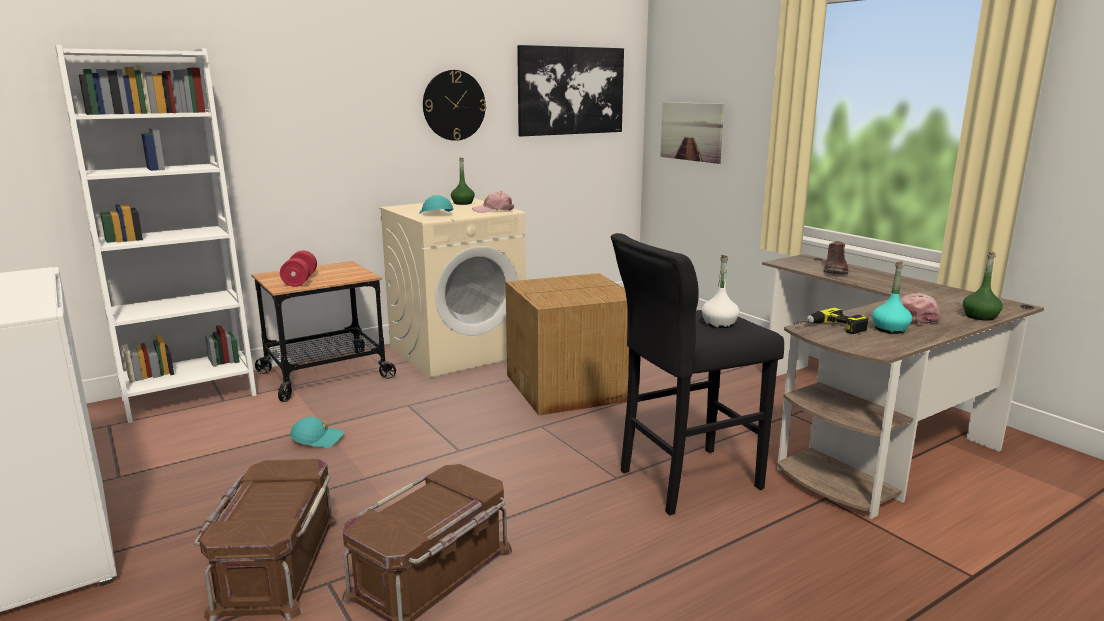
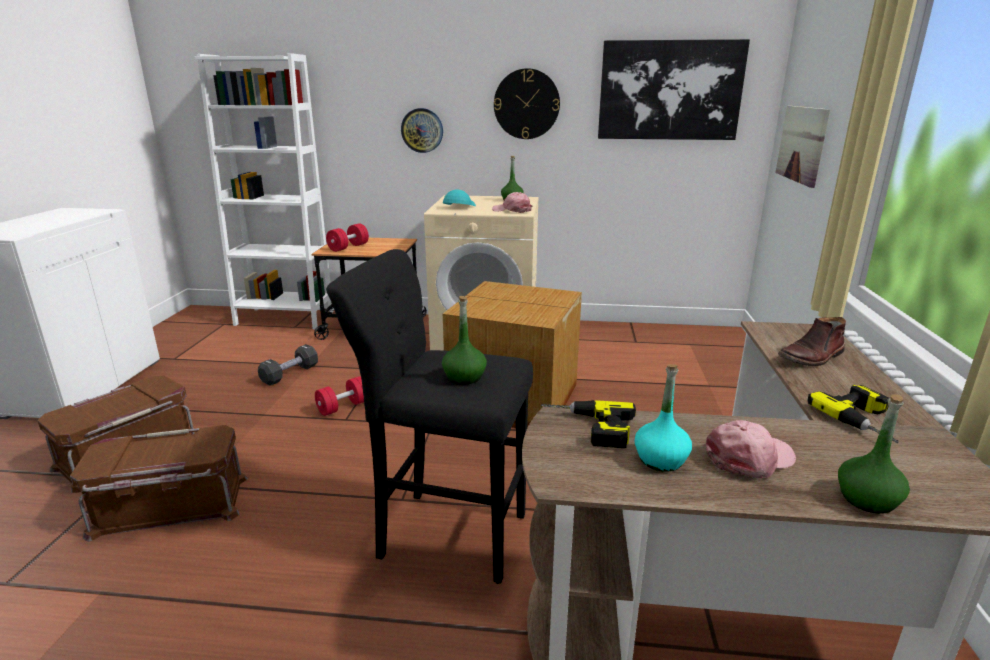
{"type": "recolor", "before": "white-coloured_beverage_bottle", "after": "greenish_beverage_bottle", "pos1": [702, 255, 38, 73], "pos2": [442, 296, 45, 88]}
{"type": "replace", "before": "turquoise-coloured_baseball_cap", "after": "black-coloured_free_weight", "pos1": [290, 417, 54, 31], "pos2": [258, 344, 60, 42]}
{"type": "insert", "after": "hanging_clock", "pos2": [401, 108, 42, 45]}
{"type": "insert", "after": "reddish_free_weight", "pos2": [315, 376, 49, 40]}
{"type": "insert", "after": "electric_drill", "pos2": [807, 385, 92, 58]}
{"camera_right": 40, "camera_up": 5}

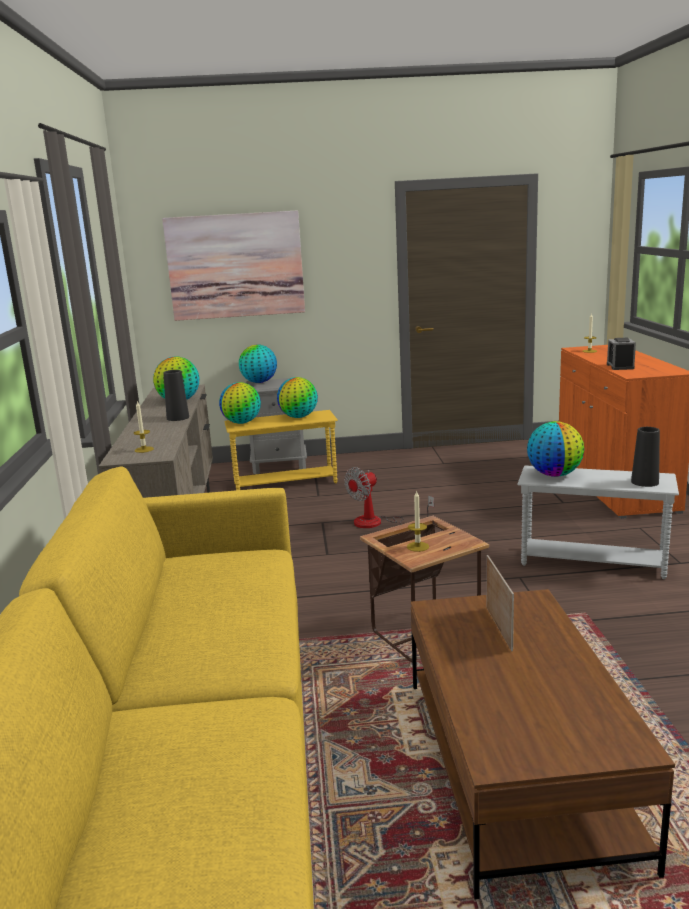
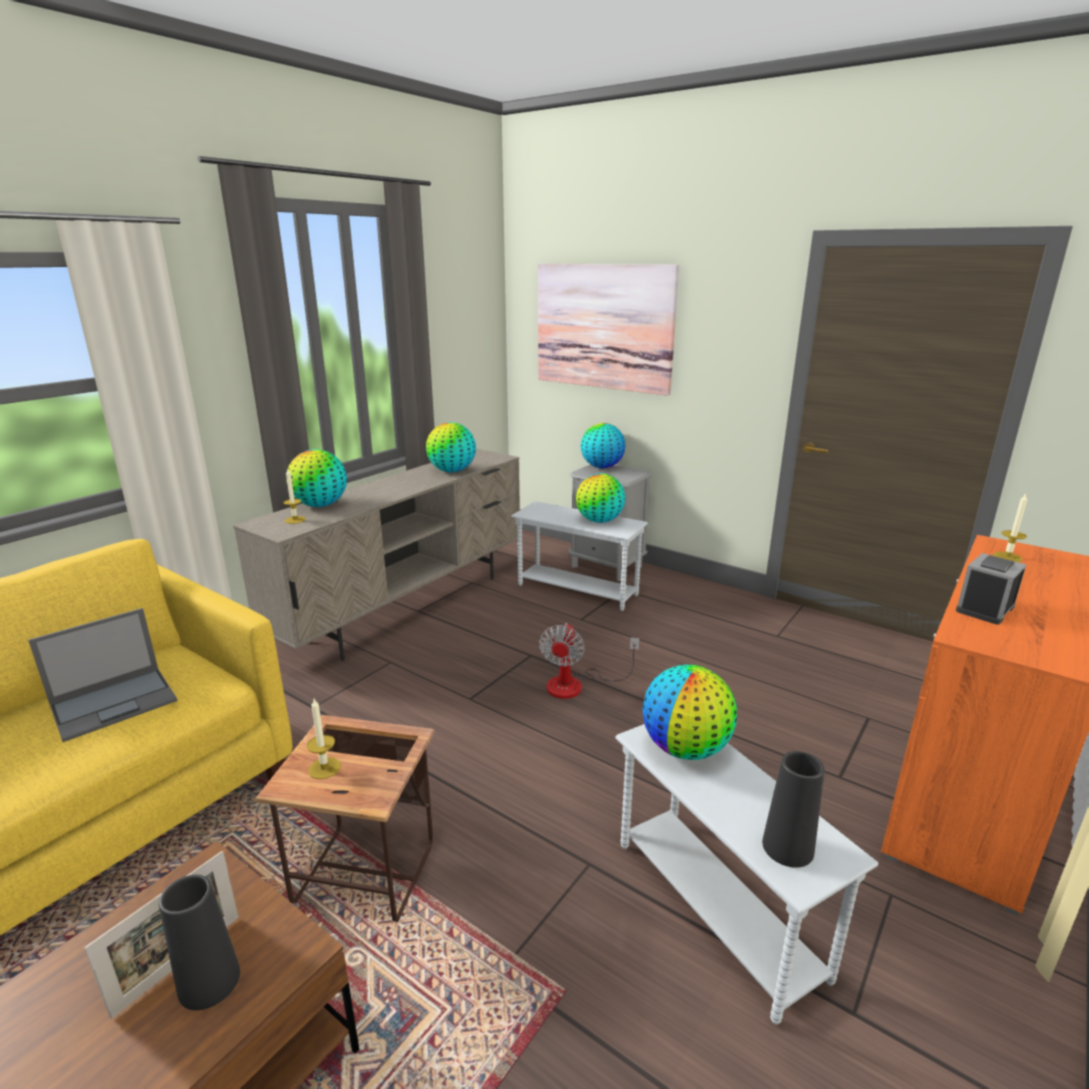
{"type": "move", "before": "black-coloured_flower_vase", "pos1": [163, 370, 26, 51], "pos2": [159, 875, 81, 135]}
{"type": "move", "before": "desk_globe", "pos1": [219, 382, 42, 42], "pos2": [288, 449, 59, 58]}
{"type": "recolor", "before": "yellow-coloured_side_table", "after": "white-coloured_side_table", "pos1": [225, 410, 113, 80], "pos2": [511, 501, 137, 110]}
{"type": "rotate", "before": "cooling_fan", "pos1": [344, 467, 90, 61], "pos2": [539, 623, 101, 76], "turn": -75}
{"type": "insert", "after": "notebook_computer", "pos2": [28, 608, 149, 134]}
{"camera_right": 40, "camera_up": 5}

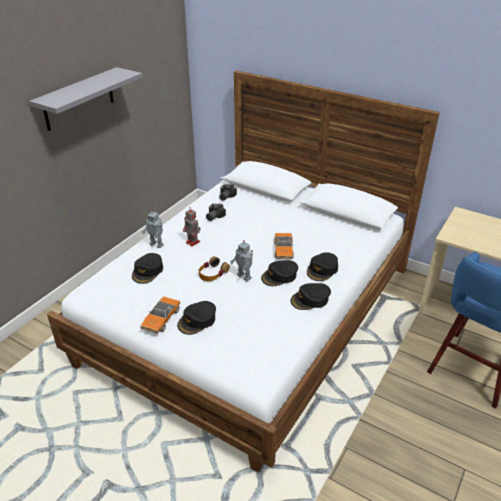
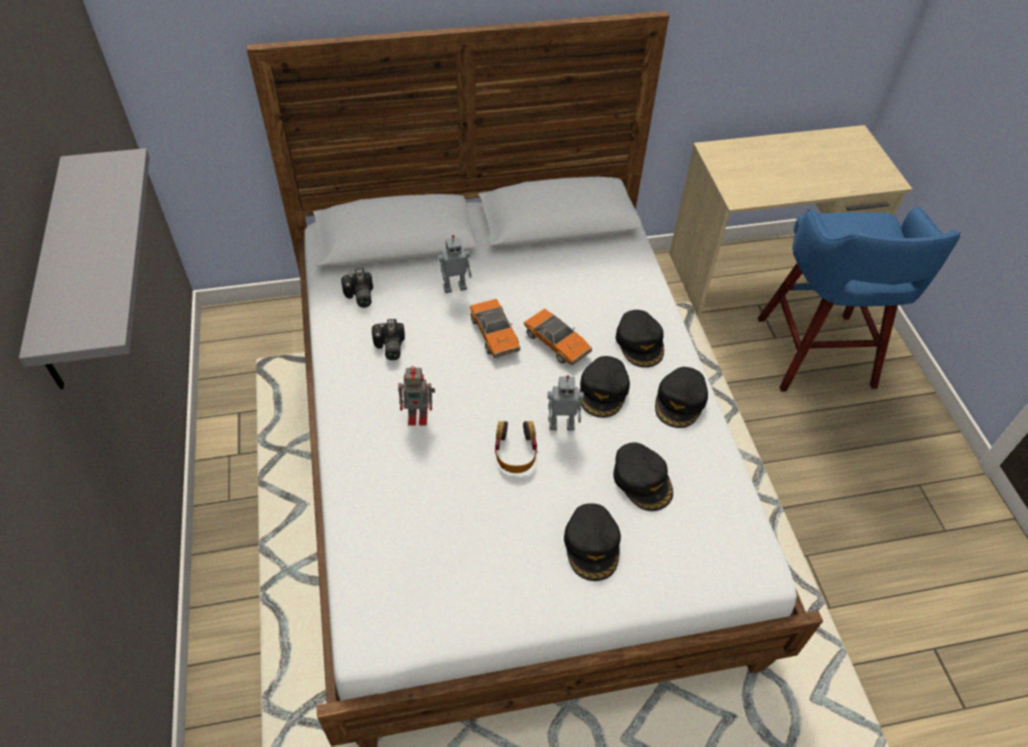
{"type": "move", "before": "robot_figure", "pos1": [142, 209, 22, 39], "pos2": [438, 235, 34, 58]}
{"type": "move", "before": "black-coloured_baseball_cap", "pos1": [132, 253, 31, 31], "pos2": [613, 442, 60, 69]}
{"type": "move", "before": "model_car", "pos1": [141, 297, 39, 37], "pos2": [470, 299, 51, 59]}
{"camera_right": -45, "camera_up": 15}

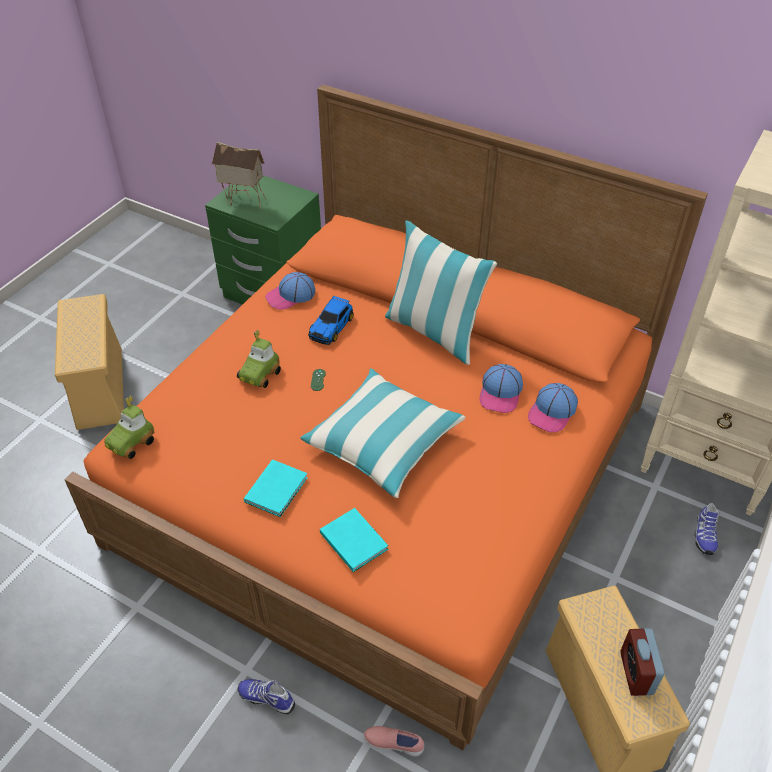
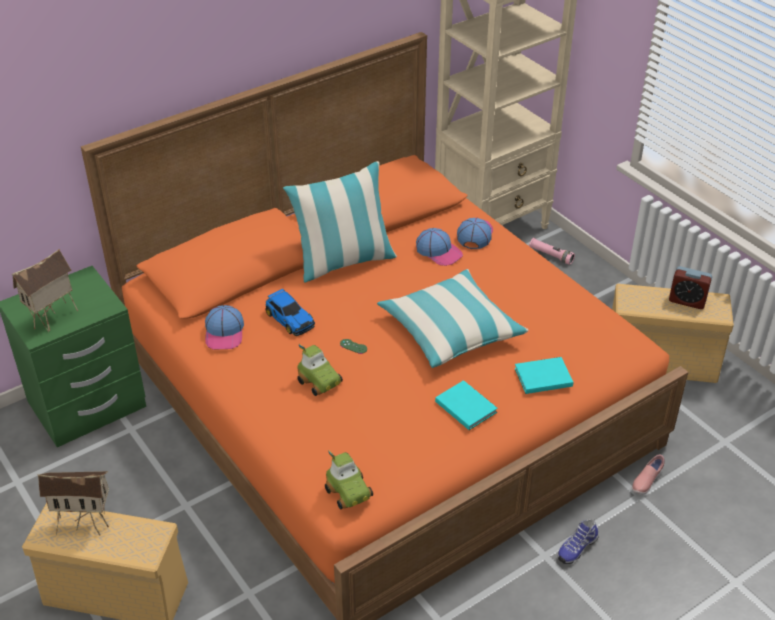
{"type": "rotate", "before": "baseball_cap", "pos1": [528, 383, 50, 49], "pos2": [457, 218, 36, 31], "turn": -135}
{"type": "replace", "before": "low_shoe", "after": "pinkish_hand_torch", "pos1": [695, 503, 24, 52], "pos2": [529, 238, 46, 27]}
{"type": "insert", "after": "toy_house", "pos2": [37, 471, 72, 64]}
{"camera_right": -65, "camera_up": -5}

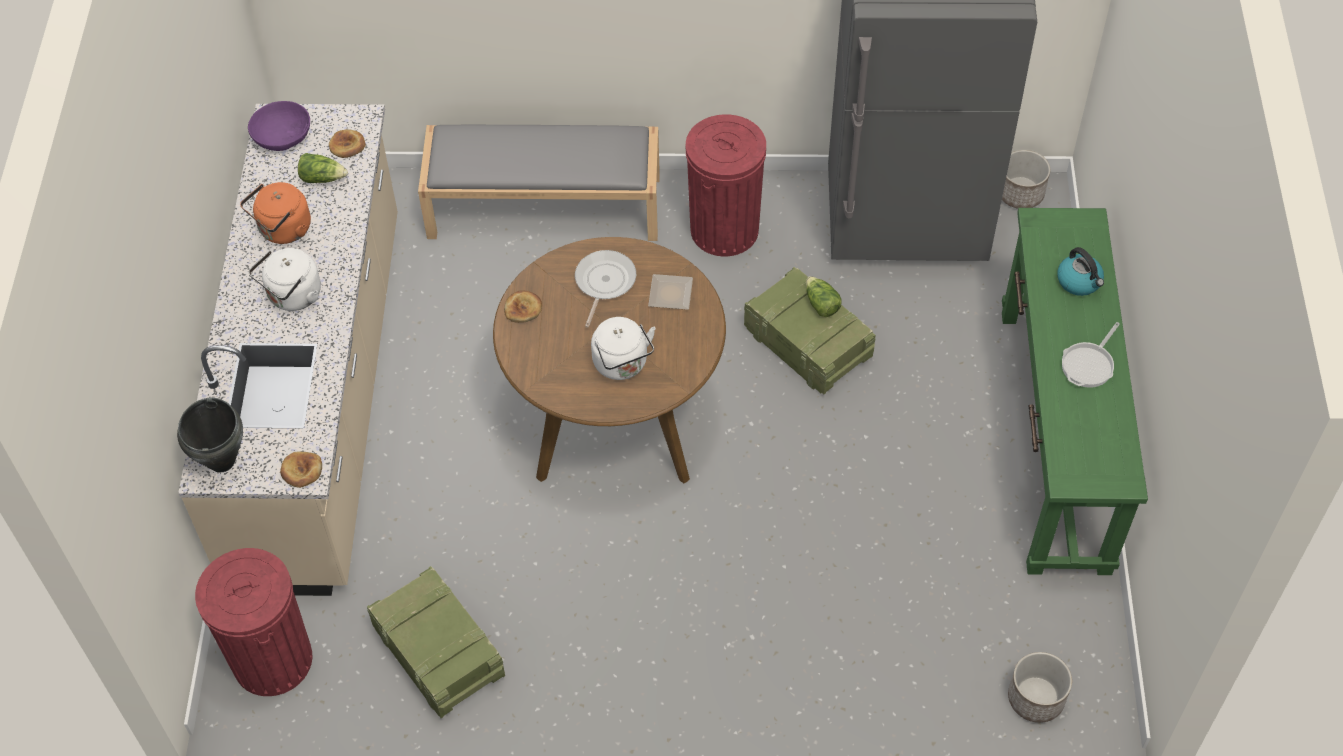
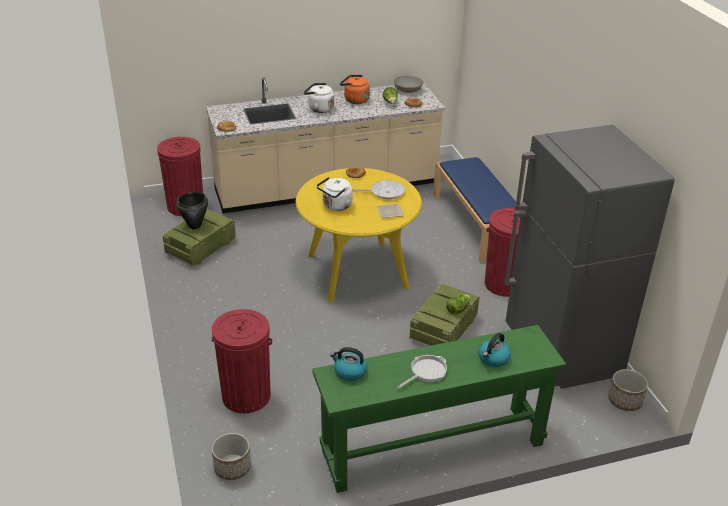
{"type": "recolor", "before": "purple_serving_bowl", "after": "gray_serving_bowl", "pos1": [248, 101, 62, 50], "pos2": [394, 76, 29, 17]}
{"type": "recolor", "before": "gray_long_seat", "after": "bluish_long_seat", "pos1": [418, 125, 242, 116], "pos2": [434, 157, 82, 106]}
{"type": "recolor", "before": "brownish_dining_table", "after": "yellow-coloured_dining_table", "pos1": [493, 237, 233, 246], "pos2": [296, 168, 126, 135]}
{"type": "rotate", "before": "frying_pan", "pos1": [1062, 322, 58, 66], "pos2": [397, 355, 50, 34], "turn": 120}
{"type": "move", "before": "black-coloured_cooking_pot", "pos1": [177, 397, 66, 75], "pos2": [176, 192, 32, 37]}
{"type": "insert", "after": "reddish_rubbish_bin", "pos2": [212, 309, 60, 104]}
{"type": "insert", "after": "tea_kettle", "pos2": [330, 347, 37, 34]}
{"camera_right": 70, "camera_up": -20}

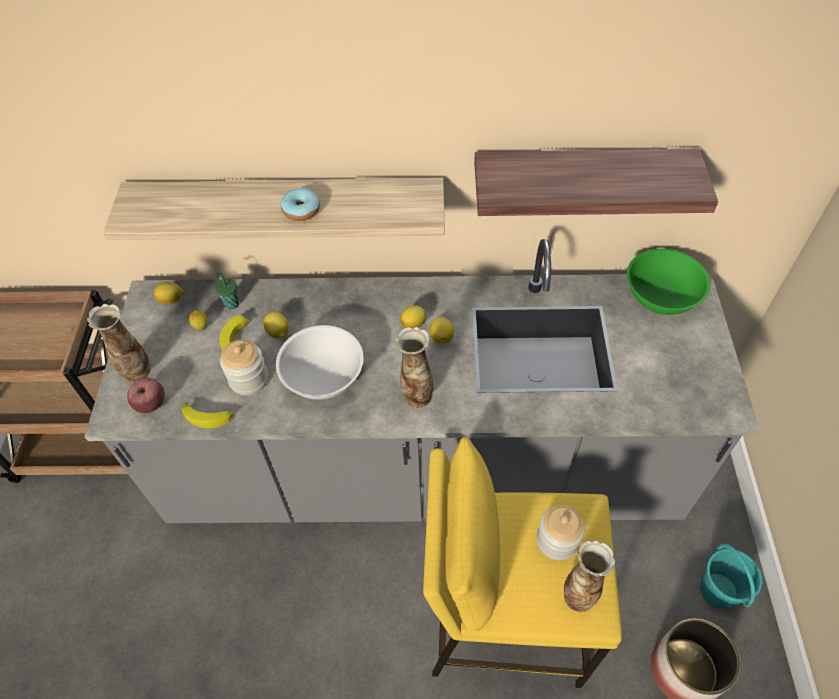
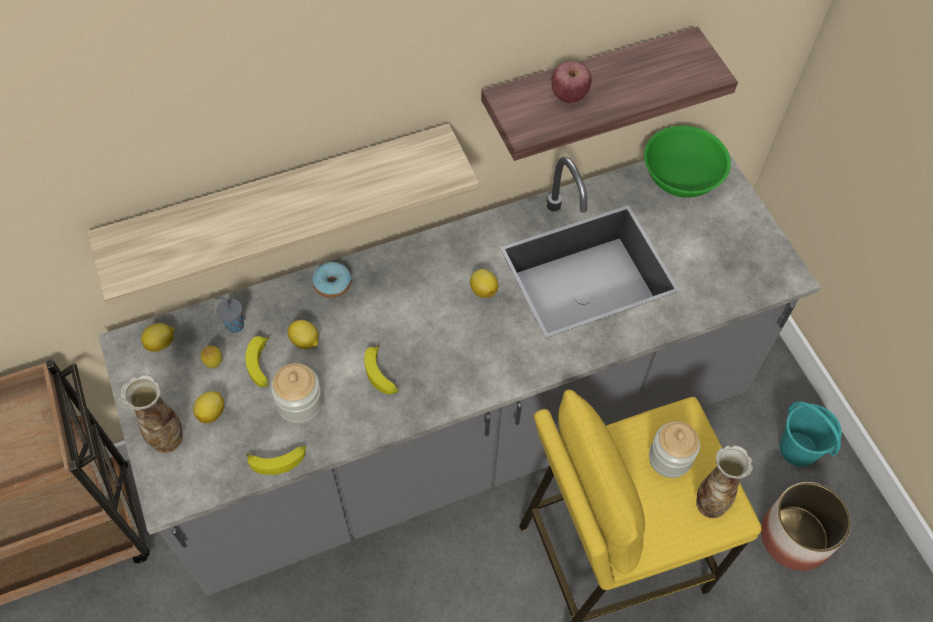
{"type": "move", "before": "donut", "pos1": [281, 188, 39, 33], "pos2": [312, 262, 39, 36]}
{"type": "recolor", "before": "greenish_cup", "after": "gray_cup", "pos1": [215, 273, 24, 37], "pos2": [215, 297, 29, 36]}
{"type": "move", "before": "citrus_fruit", "pos1": [400, 305, 26, 23], "pos2": [193, 391, 31, 32]}
{"type": "replace", "before": "white-coloured_serving_bowl", "after": "banana_fruit", "pos1": [276, 325, 88, 75], "pos2": [364, 345, 35, 49]}
{"type": "delete", "before": "flower_vase", "pos1": [395, 327, 39, 81]}
{"type": "move", "before": "apple", "pos1": [127, 378, 38, 35], "pos2": [552, 61, 40, 42]}
{"camera_right": -25, "camera_up": 5}

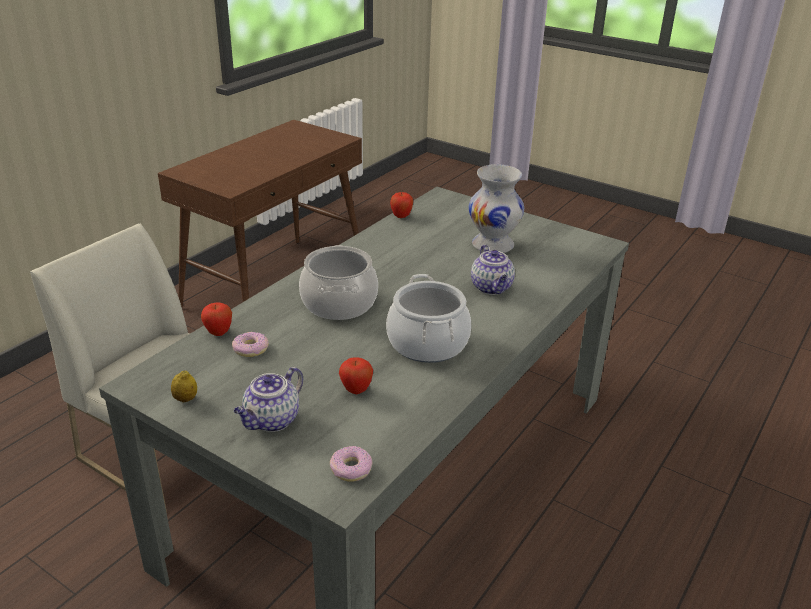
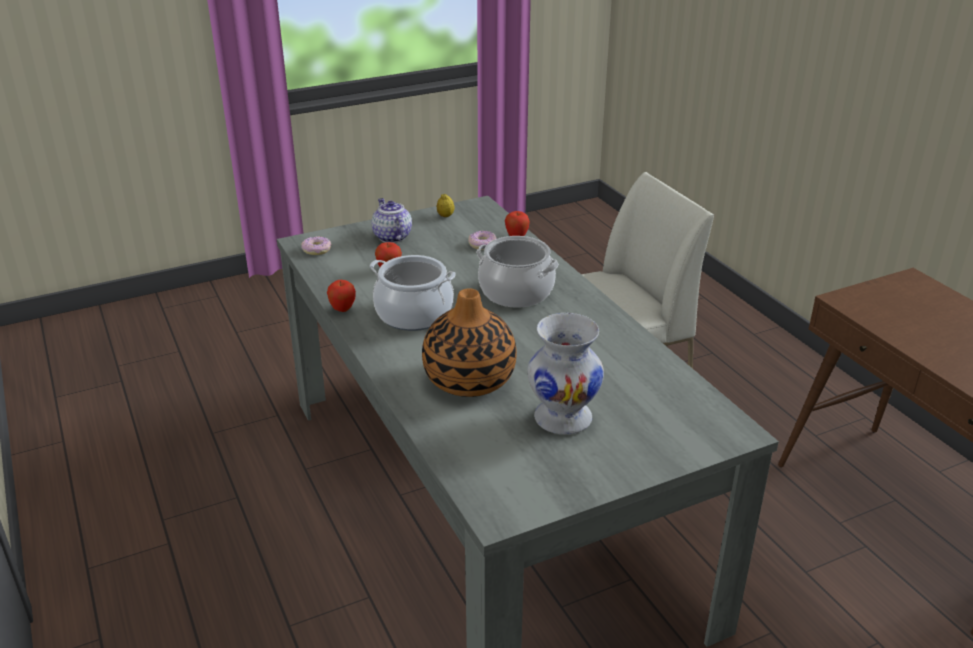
{"type": "move", "before": "apple", "pos1": [390, 192, 23, 26], "pos2": [327, 280, 29, 32]}
{"type": "replace", "before": "tea_pot", "after": "flower_vase", "pos1": [471, 245, 44, 50], "pos2": [422, 288, 95, 109]}
{"camera_right": 120, "camera_up": 0}

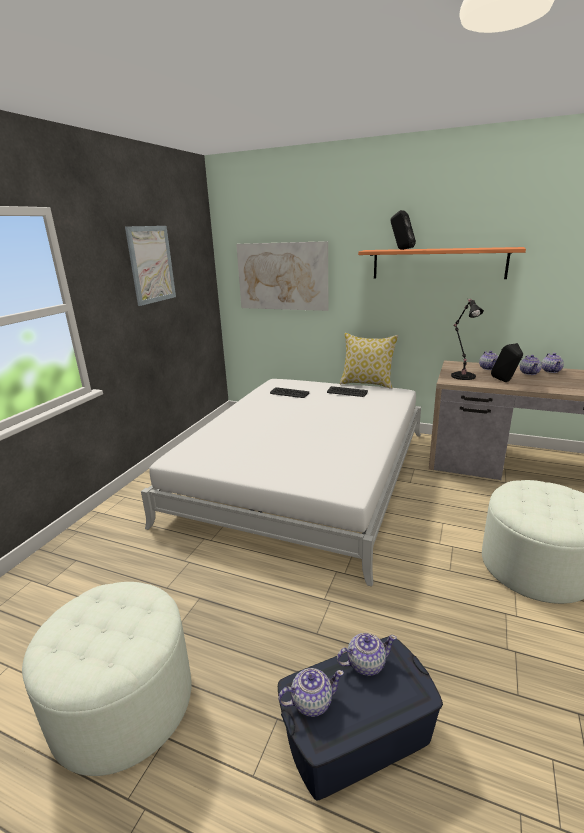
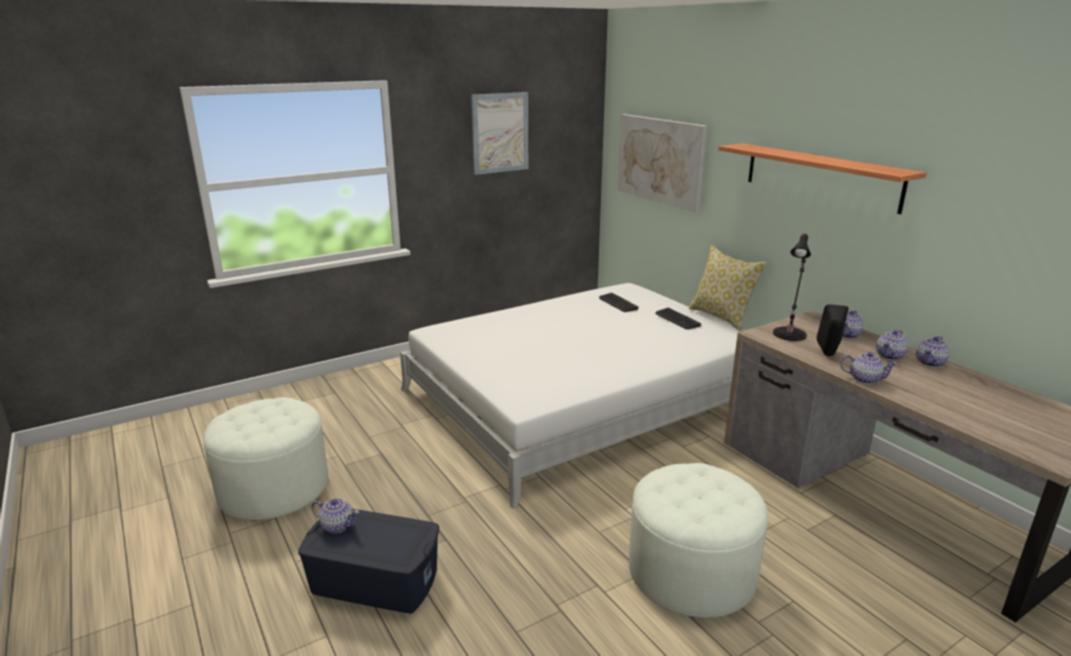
{"type": "delete", "before": "black-coloured_loudspeaker", "pos1": [391, 210, 25, 40]}
{"type": "move", "before": "tea_pot", "pos1": [337, 633, 60, 43], "pos2": [840, 352, 58, 32]}
{"camera_right": 35, "camera_up": 0}

